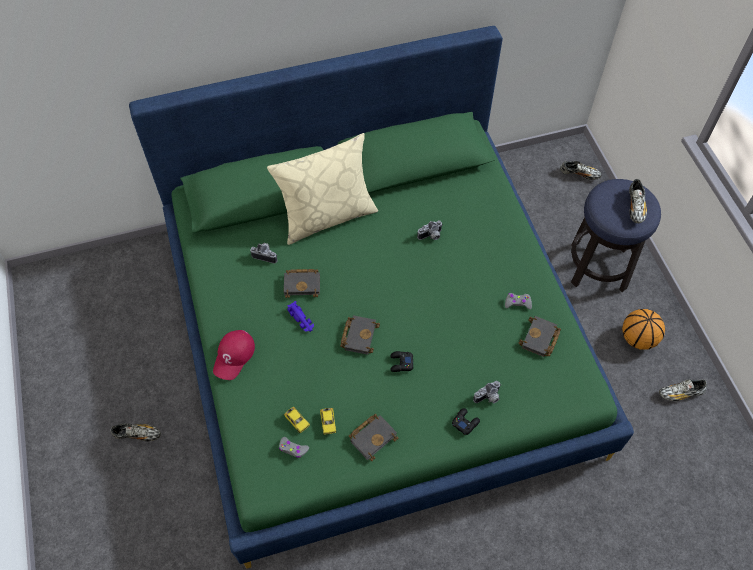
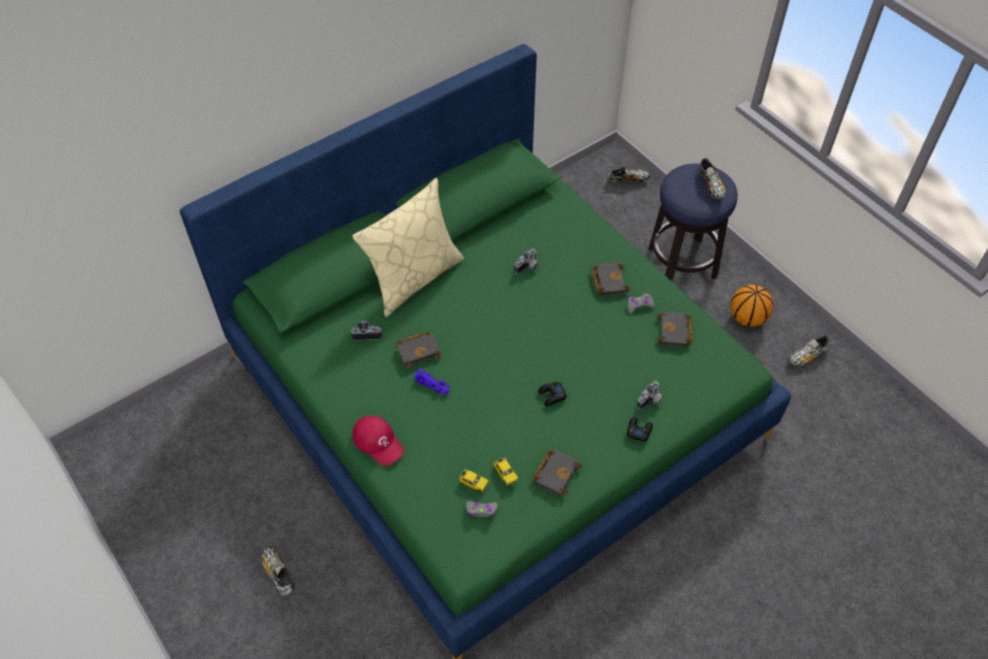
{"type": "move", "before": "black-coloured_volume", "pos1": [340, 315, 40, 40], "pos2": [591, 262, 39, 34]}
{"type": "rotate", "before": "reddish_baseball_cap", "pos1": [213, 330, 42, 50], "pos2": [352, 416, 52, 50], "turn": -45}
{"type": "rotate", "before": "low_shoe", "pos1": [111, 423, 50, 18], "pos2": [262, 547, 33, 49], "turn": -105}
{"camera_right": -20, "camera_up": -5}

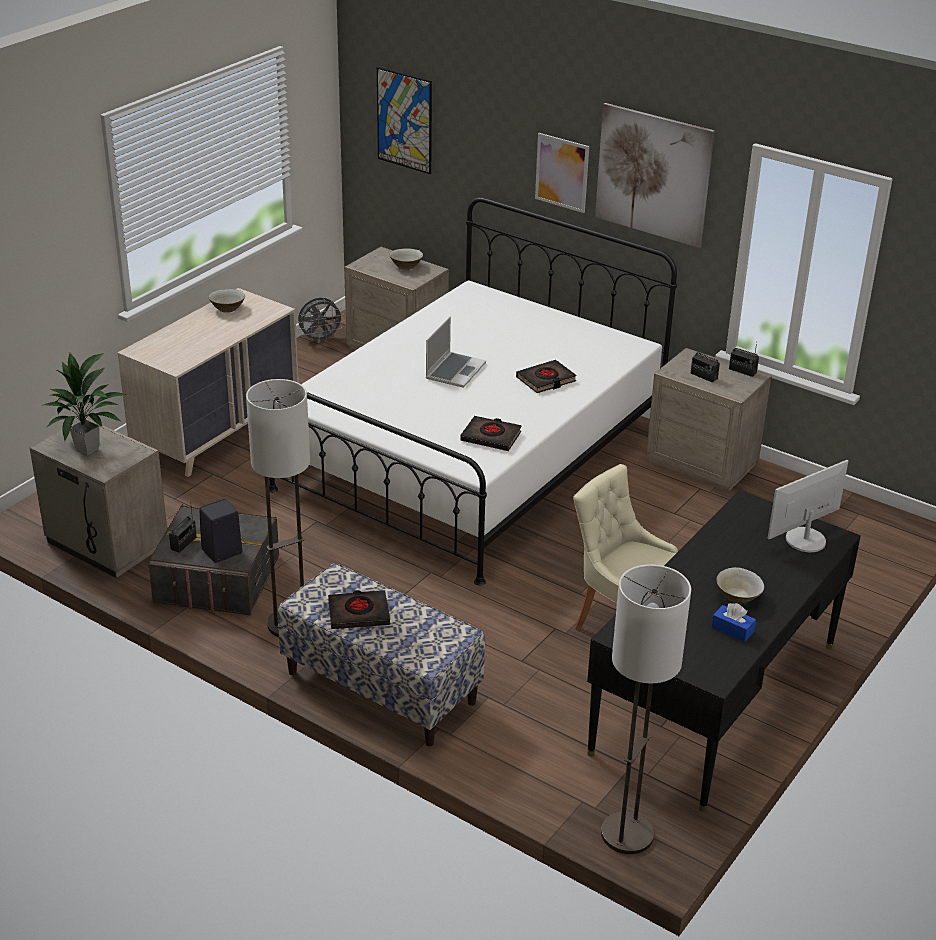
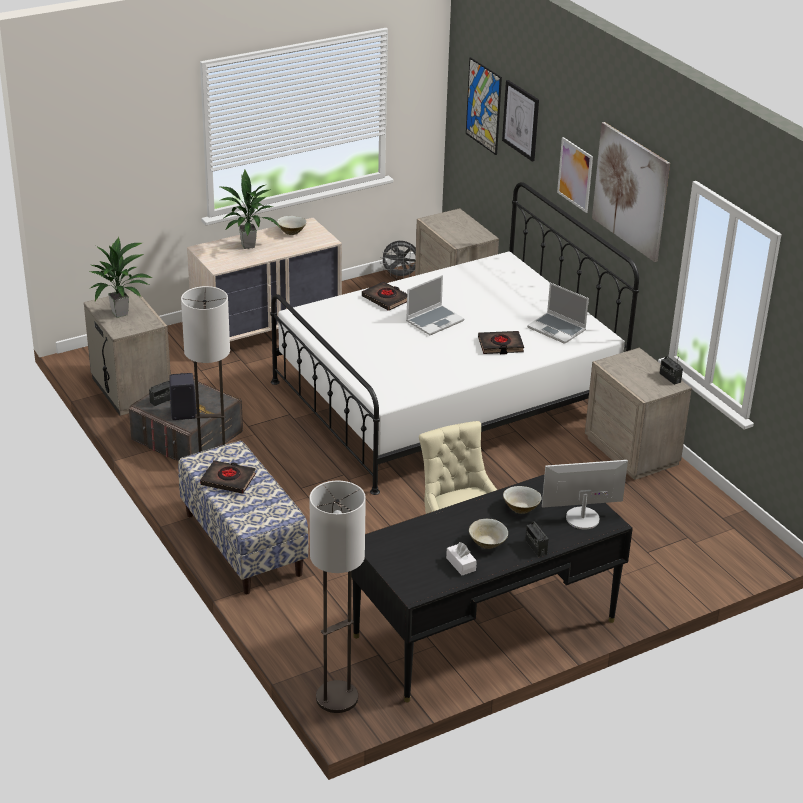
{"type": "move", "before": "sand-coloured_serving_bowl", "pos1": [389, 248, 34, 22], "pos2": [503, 486, 39, 28]}
{"type": "move", "before": "radio", "pos1": [691, 351, 29, 31], "pos2": [525, 521, 23, 36]}
{"type": "move", "before": "black-coloured_volume", "pos1": [461, 416, 61, 35], "pos2": [362, 281, 45, 30]}
{"type": "recolor", "before": "bluish_box_of_tissues", "after": "white-coloured_box_of_tissues", "pos1": [711, 603, 45, 39], "pos2": [446, 542, 31, 33]}
{"type": "insert", "after": "wall_art", "pos2": [502, 80, 37, 82]}
{"type": "insert", "after": "potted_plant", "pos2": [218, 170, 63, 79]}
{"type": "insert", "after": "notebook_computer", "pos2": [527, 282, 62, 62]}
{"camera_right": 25, "camera_up": 0}

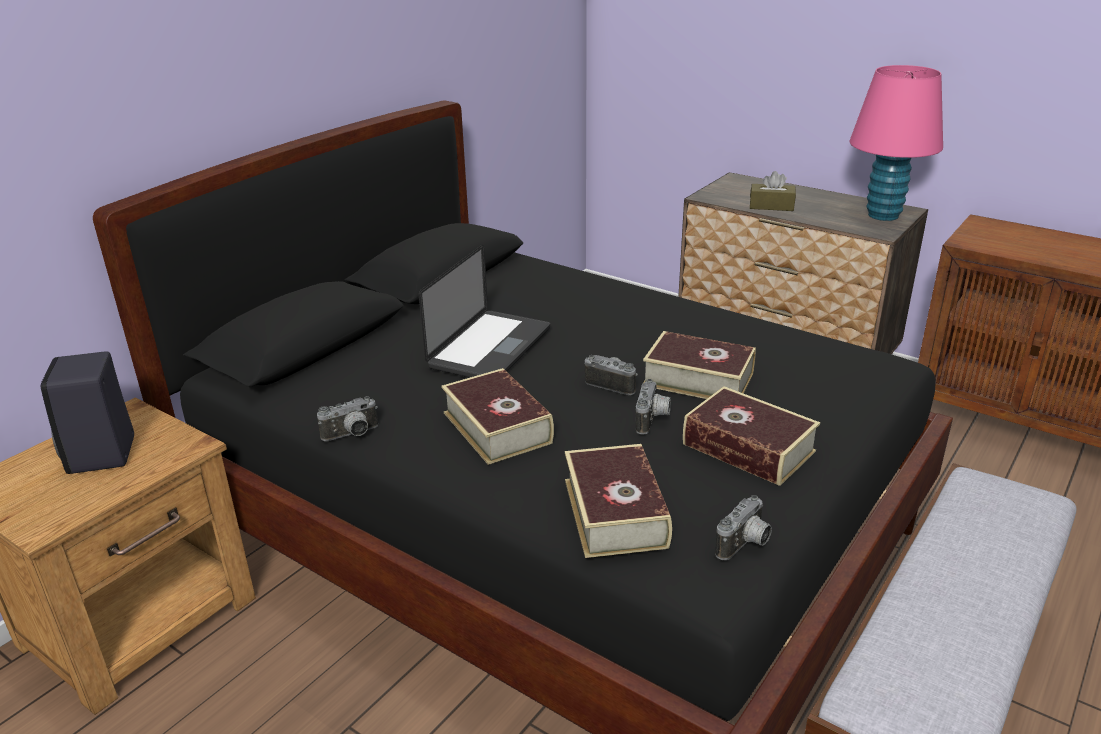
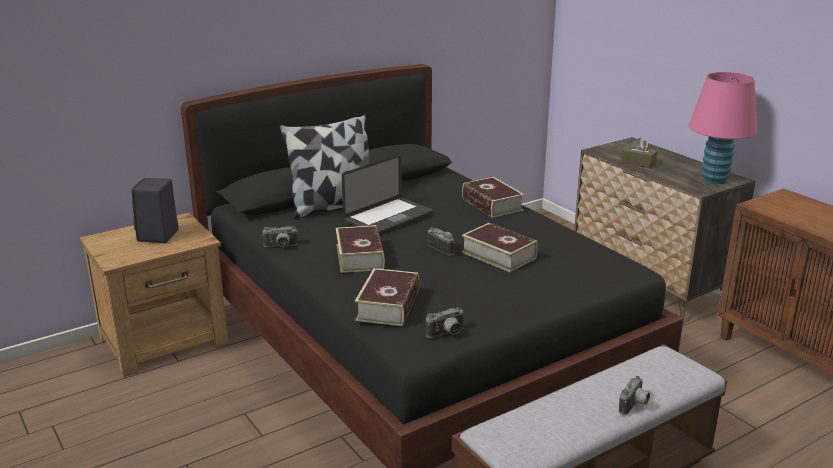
{"type": "move", "before": "photo_camera", "pos1": [636, 379, 35, 55], "pos2": [619, 376, 31, 39]}
{"type": "move", "before": "volume", "pos1": [683, 386, 137, 100], "pos2": [462, 177, 62, 41]}
{"type": "insert", "after": "cushion", "pos2": [280, 115, 89, 104]}
{"camera_right": 20, "camera_up": -5}

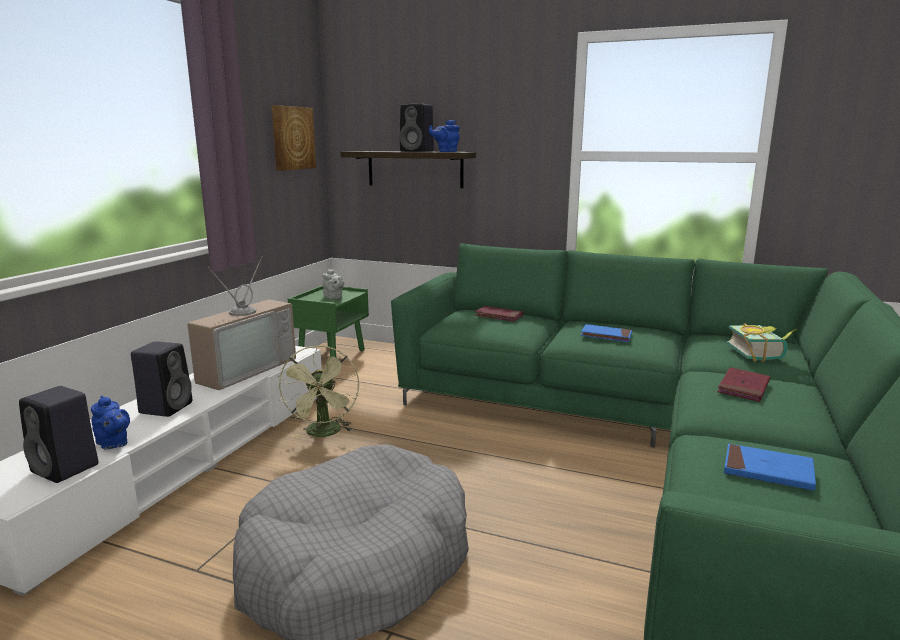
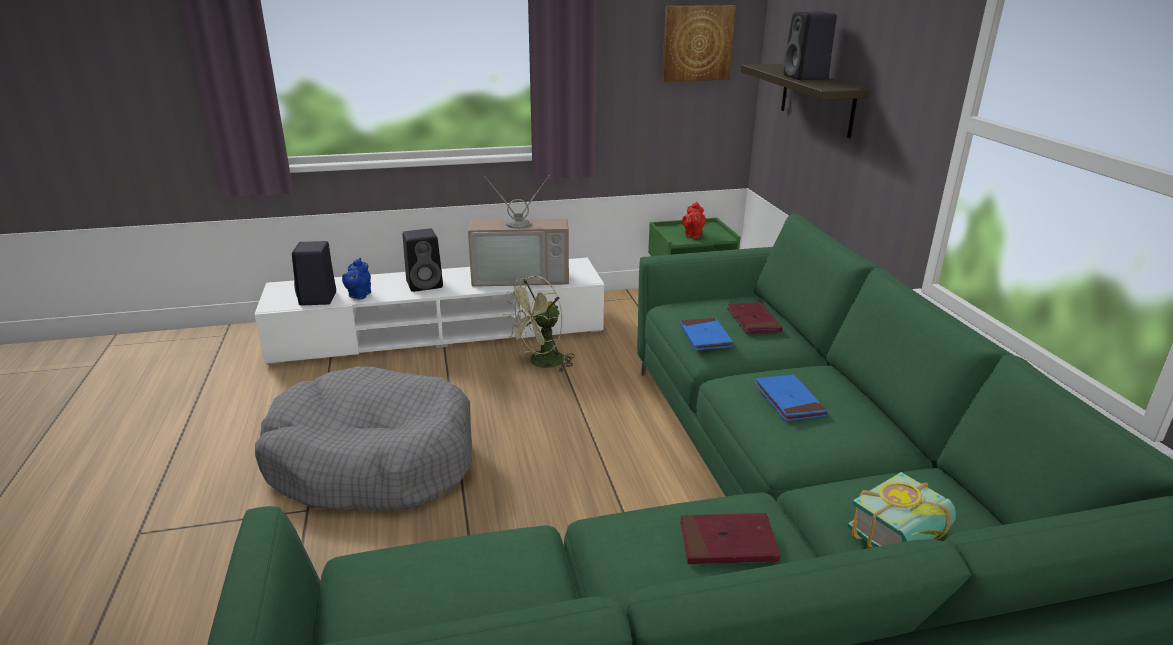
{"type": "delete", "before": "bluish_tea_pot", "pos1": [429, 120, 31, 32]}
{"type": "recolor", "before": "gray_tea_pot", "after": "reddish_tea_pot", "pos1": [322, 269, 22, 30], "pos2": [682, 202, 24, 37]}
{"type": "move", "before": "bluish_volume", "pos1": [724, 444, 92, 47], "pos2": [680, 317, 53, 33]}
{"camera_right": 55, "camera_up": 10}

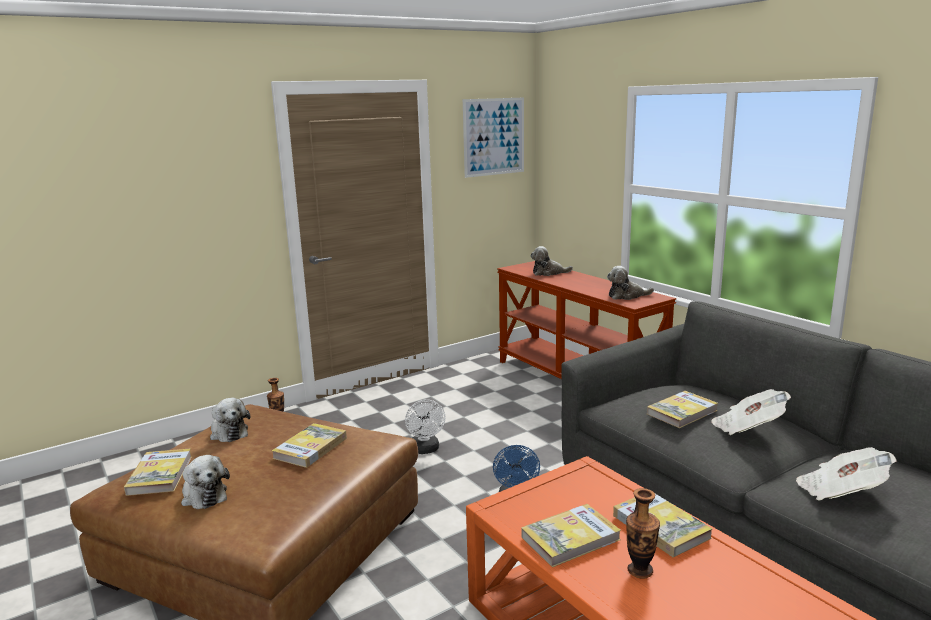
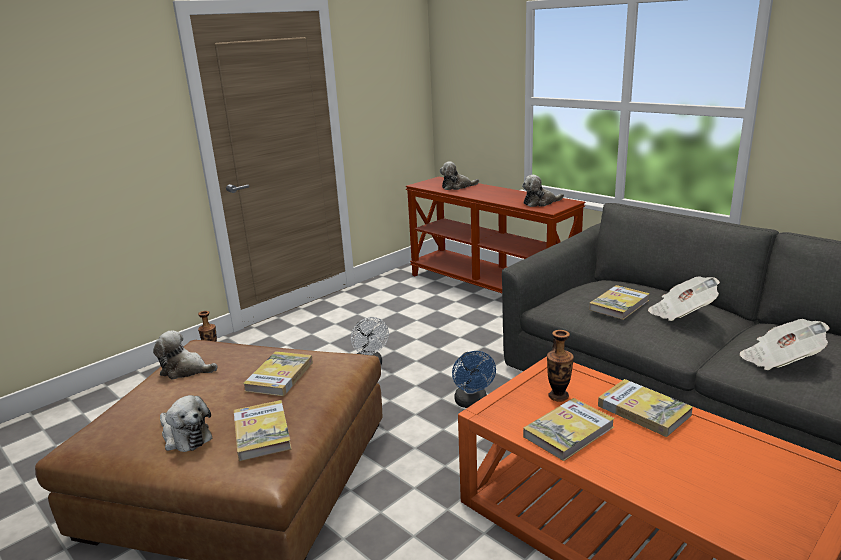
{"type": "delete", "before": "wall_art", "pos1": [463, 98, 61, 80]}
{"type": "rotate", "before": "plush_toy", "pos1": [210, 398, 40, 44], "pos2": [153, 330, 65, 49], "turn": 150}
{"type": "move", "before": "volume", "pos1": [124, 448, 68, 48], "pos2": [234, 400, 58, 61]}
{"type": "move", "before": "flower_vase", "pos1": [626, 488, 34, 91], "pos2": [547, 330, 27, 72]}
{"camera_right": -10, "camera_up": 5}

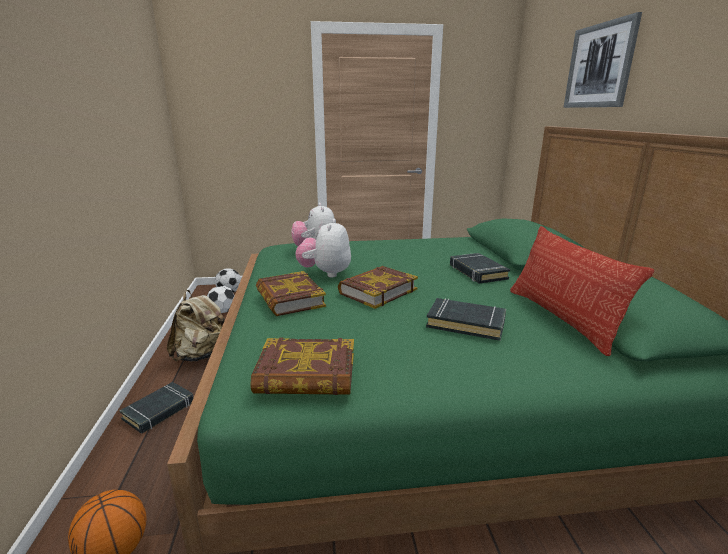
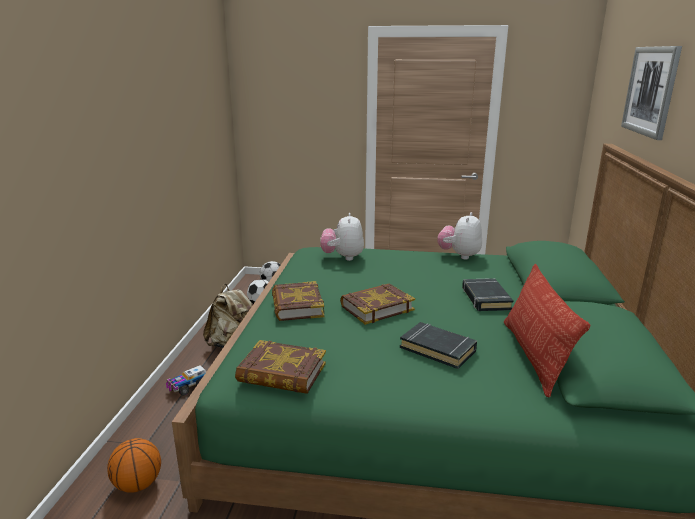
{"type": "move", "before": "plush_toy", "pos1": [295, 219, 56, 59], "pos2": [437, 212, 45, 48]}
{"type": "replace", "before": "black-coloured_volume", "after": "toy_lorry", "pos1": [120, 382, 74, 52], "pos2": [166, 365, 41, 31]}
{"camera_right": 15, "camera_up": 0}

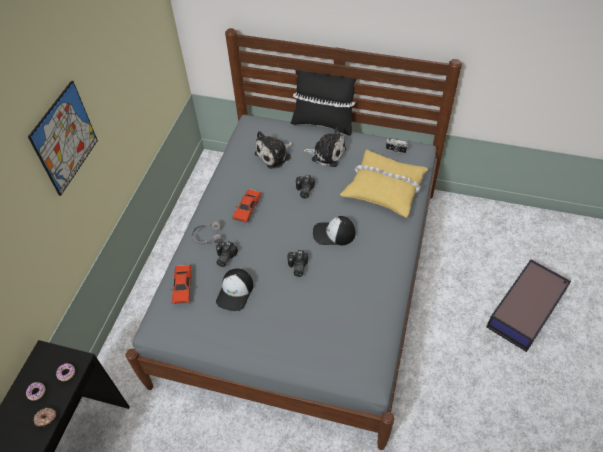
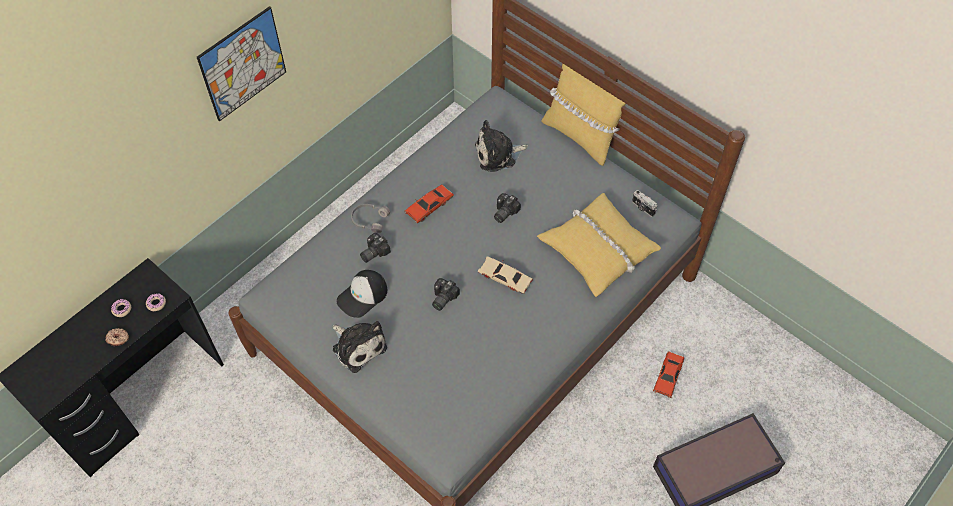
{"type": "recolor", "before": "black-coloured_cushion", "after": "yellow-coloured_cushion", "pos1": [291, 70, 65, 66], "pos2": [541, 63, 85, 103]}
{"type": "move", "before": "plush_toy", "pos1": [303, 127, 43, 40], "pos2": [332, 321, 55, 52]}
{"type": "replace", "before": "baseball_cap", "after": "sand-coloured_model_car", "pos1": [313, 216, 42, 29], "pos2": [478, 256, 55, 38]}
{"type": "move", "before": "reddish_model_car", "pos1": [170, 265, 22, 40], "pos2": [653, 351, 31, 47]}
{"camera_right": 25, "camera_up": 5}

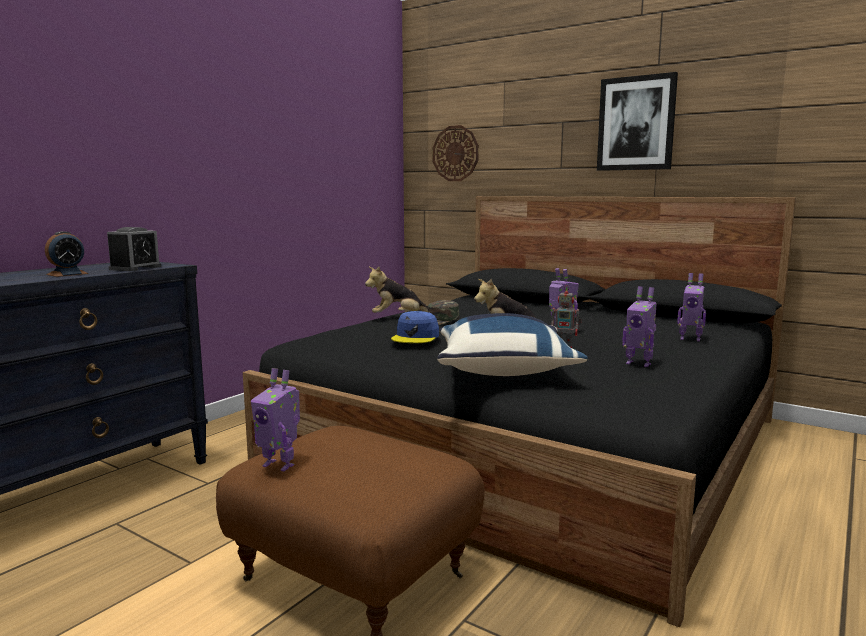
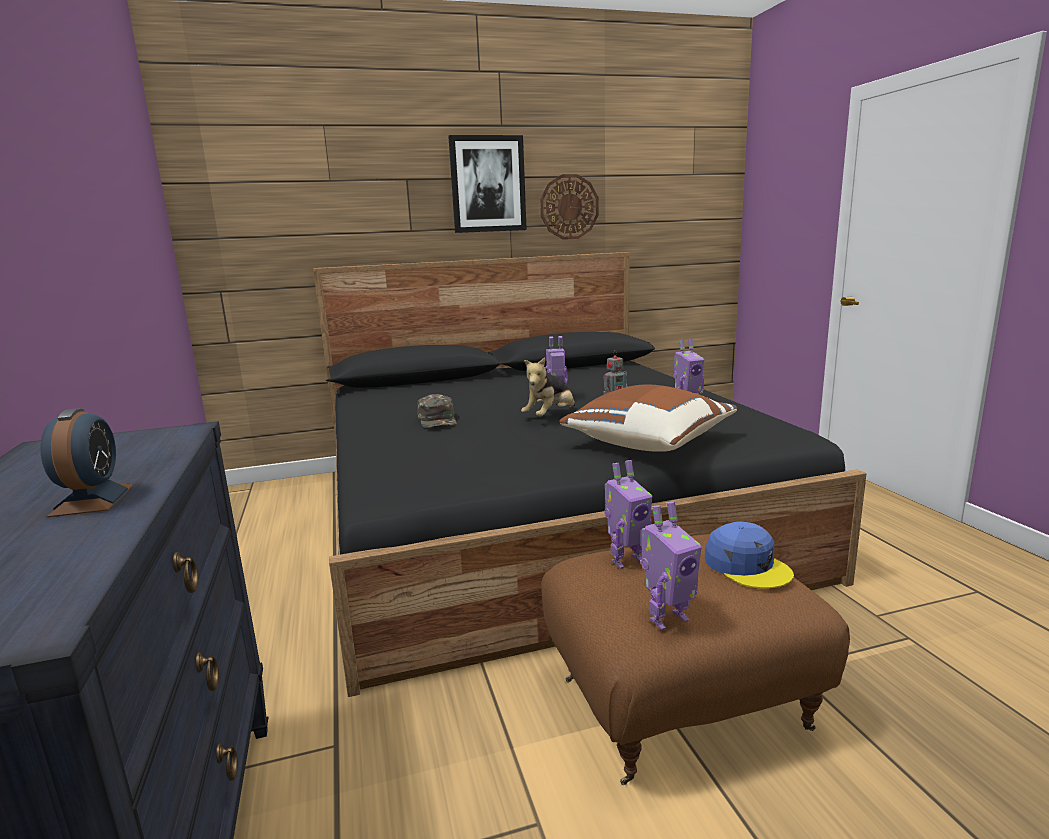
{"type": "move", "before": "hanging_clock", "pos1": [433, 125, 46, 56], "pos2": [540, 174, 59, 66]}
{"type": "delete", "before": "bedside_clock", "pos1": [107, 227, 54, 44]}
{"type": "delete", "before": "plush_toy", "pos1": [365, 267, 63, 46]}
{"type": "move", "before": "robot_figure", "pos1": [677, 273, 29, 68], "pos2": [604, 460, 48, 109]}
{"type": "move", "before": "bluish_baseball_cap", "pos1": [391, 311, 48, 32], "pos2": [705, 521, 89, 68]}
{"type": "recolor", "before": "bluish_cushion", "after": "brownish_cushion", "pos1": [437, 313, 151, 63], "pos2": [559, 384, 178, 68]}
{"camera_right": -50, "camera_up": 5}

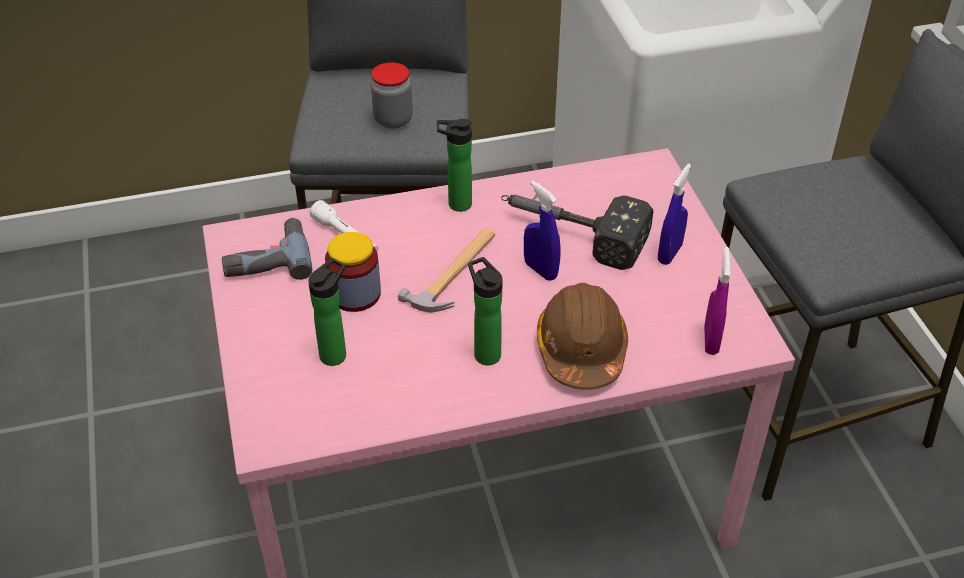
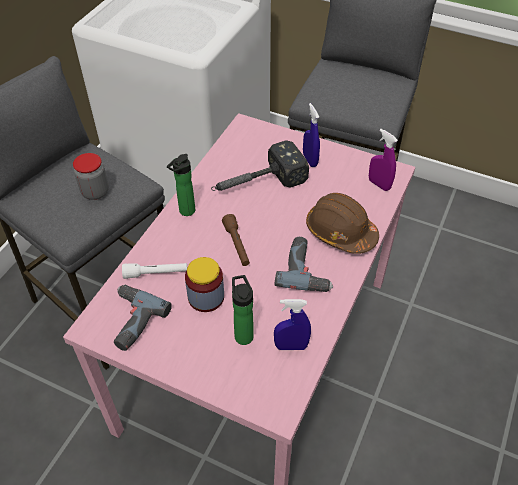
{"type": "move", "before": "bluish_sprayer", "pos1": [524, 181, 36, 100], "pos2": [274, 299, 37, 51]}
{"type": "replace", "before": "hammer", "after": "brownish_hand_torch", "pos1": [398, 228, 97, 85], "pos2": [222, 214, 28, 52]}
{"type": "replace", "before": "beverage_bottle", "after": "electric_drill", "pos1": [468, 257, 35, 108], "pos2": [275, 237, 58, 55]}
{"camera_right": -50, "camera_up": 5}

